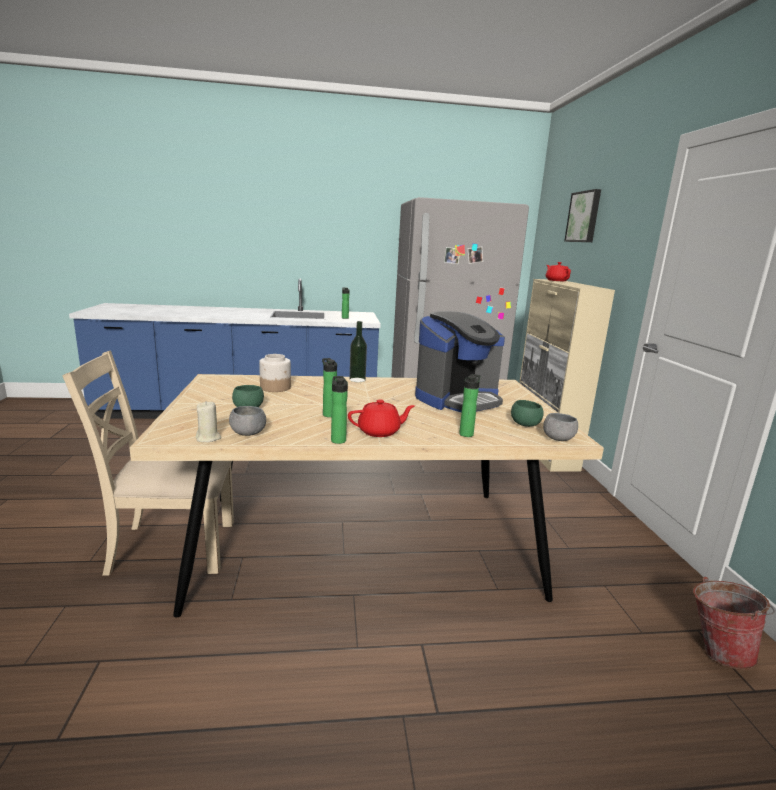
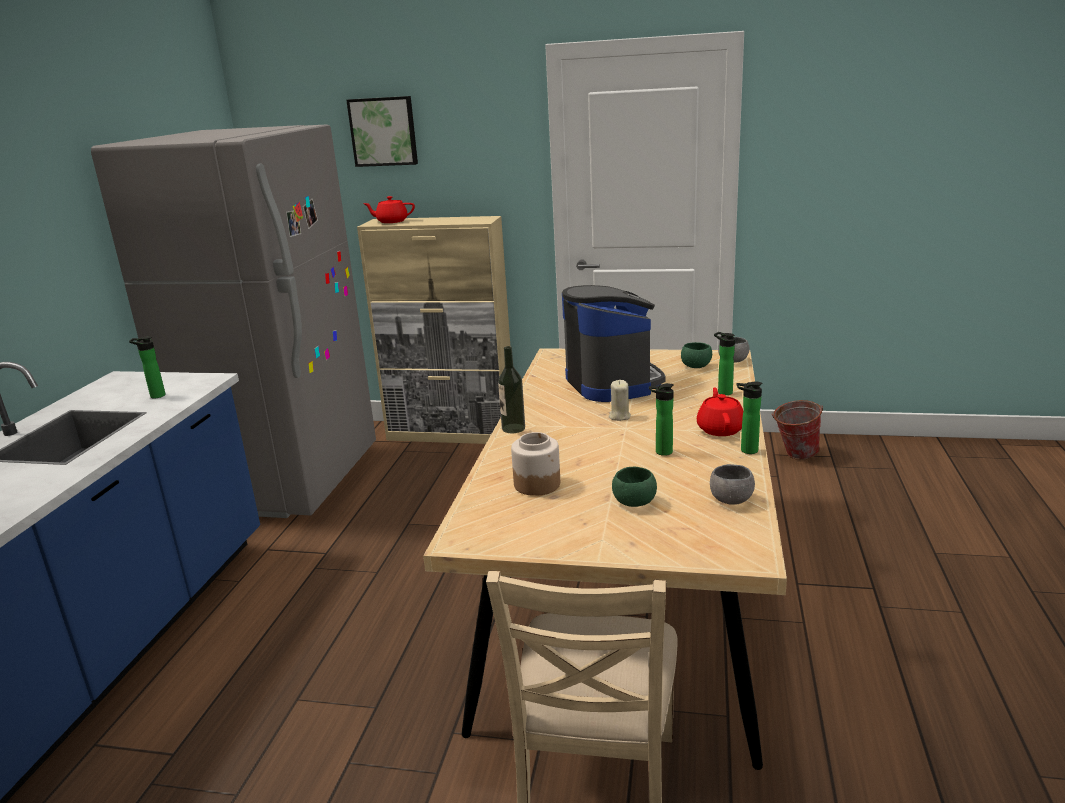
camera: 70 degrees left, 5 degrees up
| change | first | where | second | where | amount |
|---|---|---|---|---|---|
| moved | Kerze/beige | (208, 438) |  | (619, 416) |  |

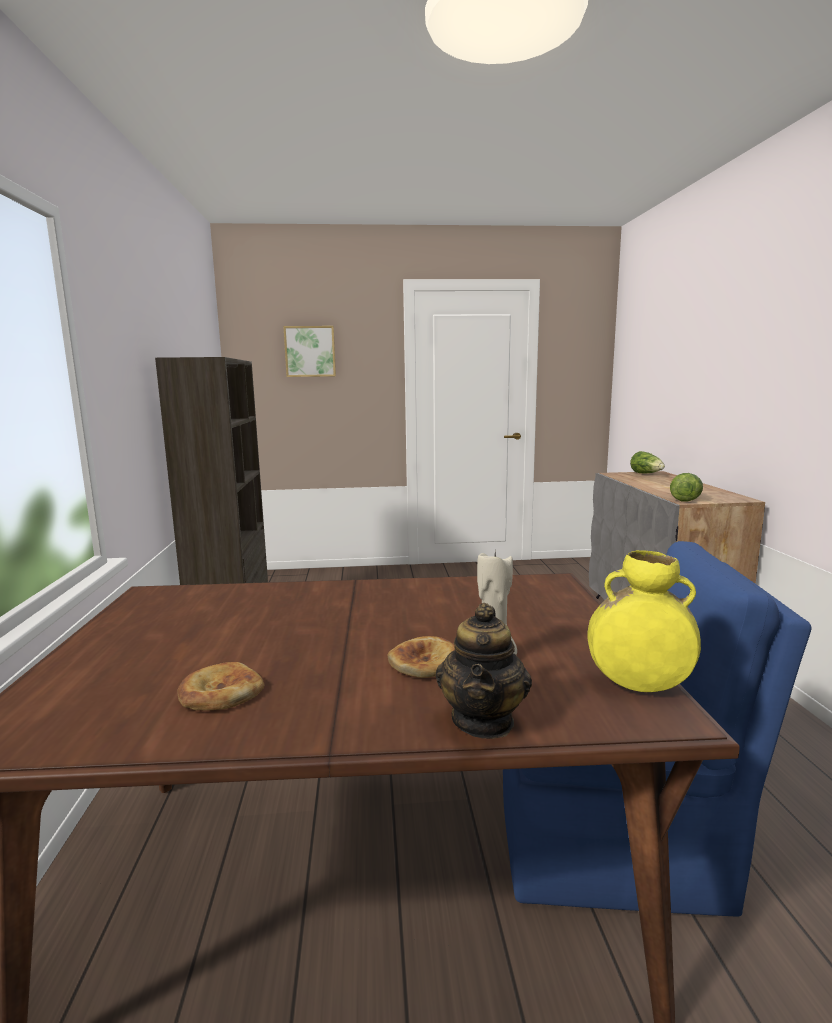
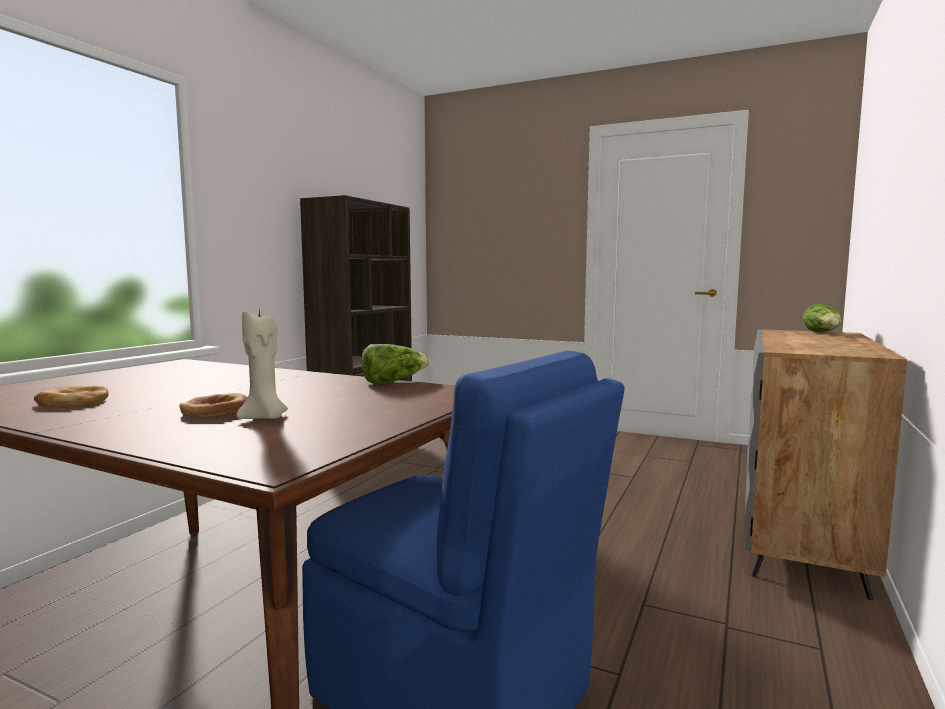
camera: 30 degrees right, 5 degrees down
| change | first | where | second | where | amount |
|---|---|---|---|---|---|
| removed | Bild | (310, 351) |  |  |  |
| moved | Salatkopf | (685, 498) |  | (393, 382) |  |
| removed | Vase/gelb | (638, 686) |  |  |  |
| removed | Teekanne | (483, 720) |  |  |  |

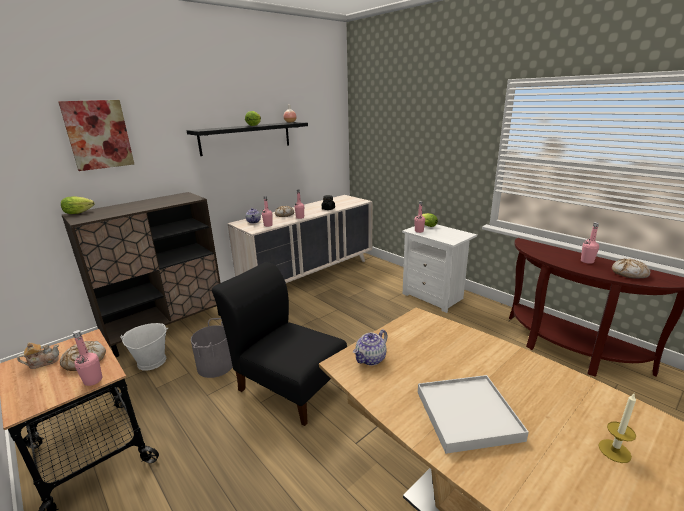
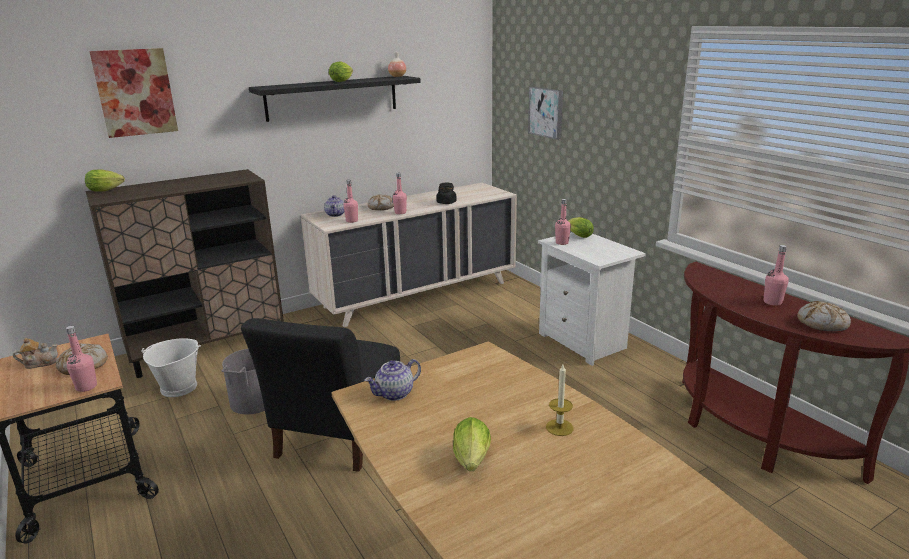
camera: 10 degrees right, 0 degrees up
| change | first | where | second | where | amount |
|---|---|---|---|---|---|
| turned | Stuhl/schwarz | (288, 385) |  | (337, 434) | 120 degrees counterclockwise |
| replaced | Tablett/weiß | (467, 415) | Salatkopf | (471, 462) |  |
| moved | Kerze | (614, 451) |  | (559, 427) |  |
| added |  |  | Bild | (546, 112) |  |

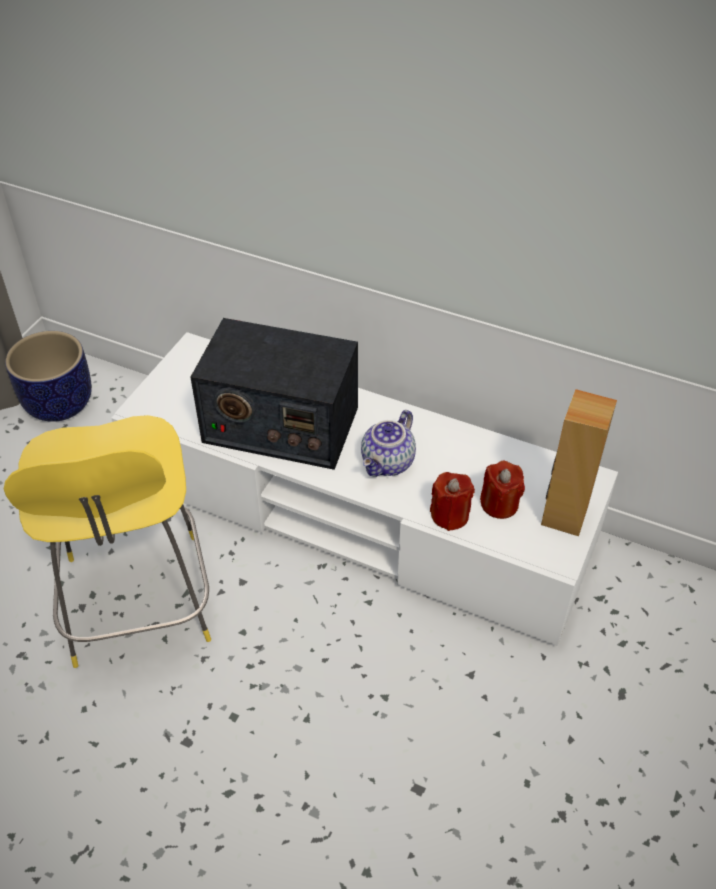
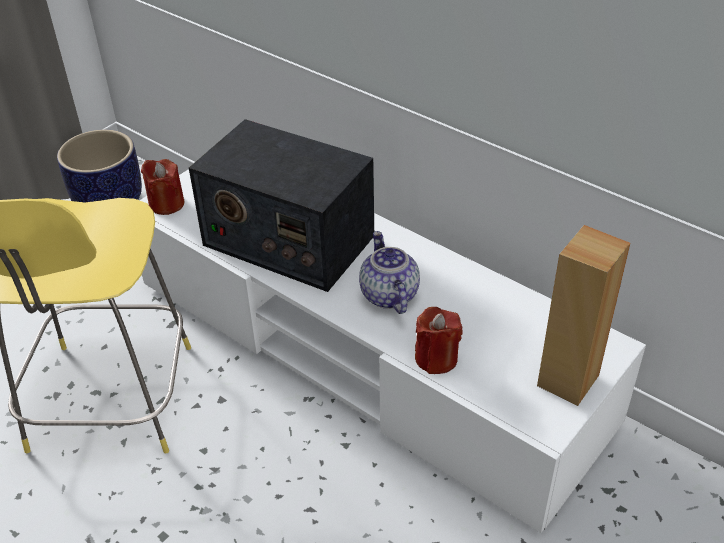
camera: 15 degrees right, 5 degrees down
| change | first | where | second | where | amount |
|---|---|---|---|---|---|
| turned | Teekanne | (388, 463) |  | (387, 295) | 120 degrees clockwise |
| moved | Kerze/rot | (499, 504) |  | (166, 204) |  |

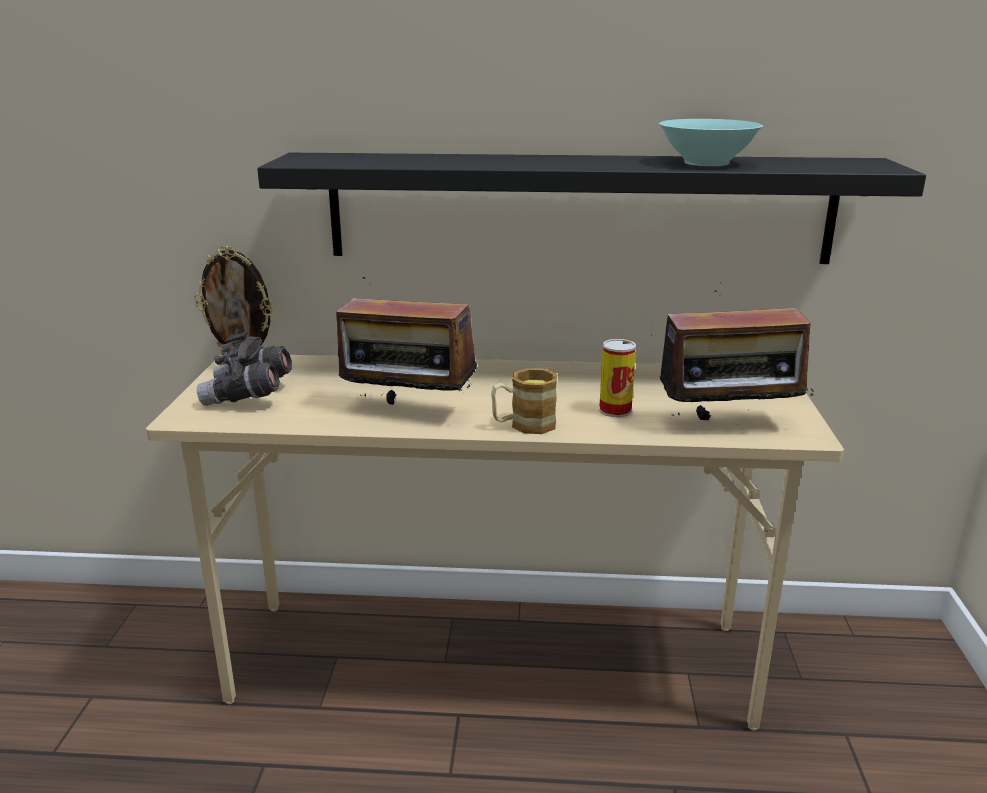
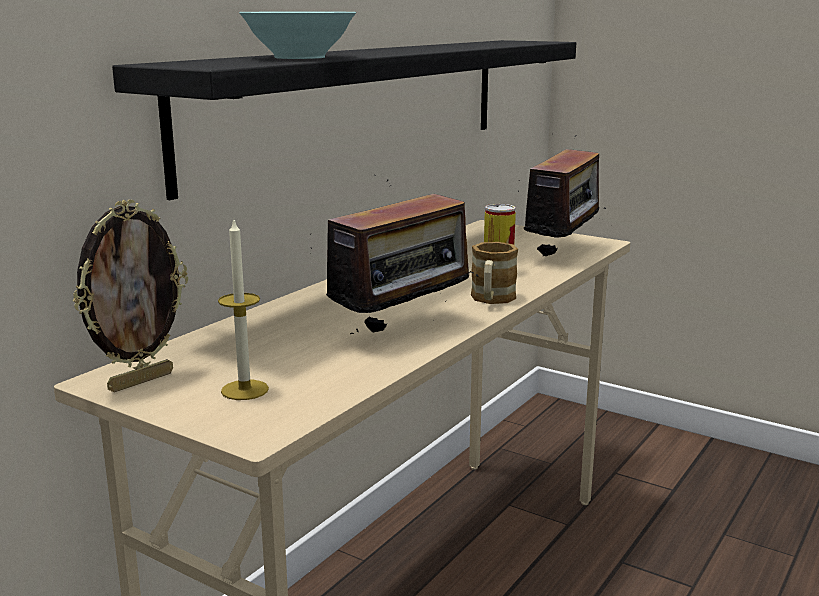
camera: 60 degrees left, 5 degrees down
| change | first | where | second | where | amount |
|---|---|---|---|---|---|
| moved | Schüssel/türkis | (706, 163) |  | (300, 57) |  |
| replaced | Fernglas/grau | (248, 397) | Kerze | (245, 390) |  |

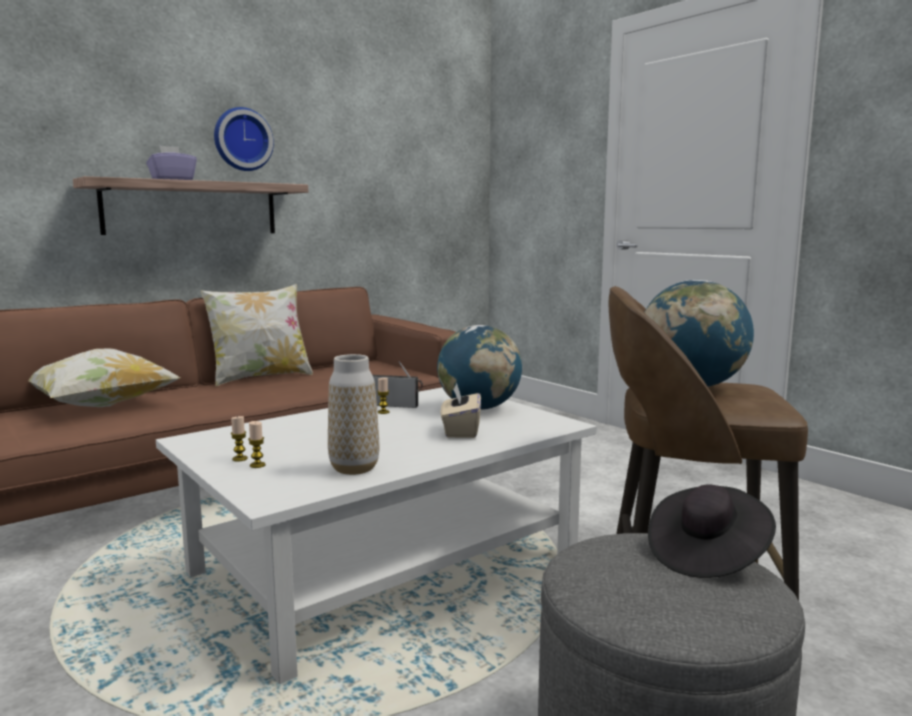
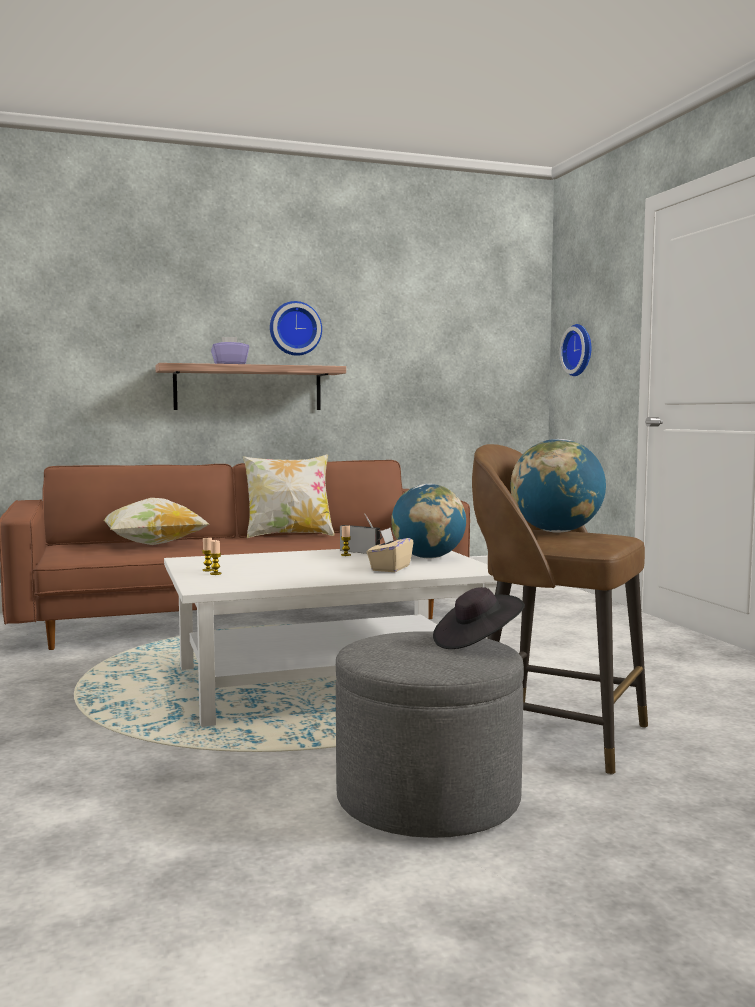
camera: 20 degrees right, 5 degrees down
| change | first | where | second | where | amount |
|---|---|---|---|---|---|
| removed | Vase | (354, 468) |  |  |  |
| added |  |  | Wanduhr | (579, 350) |  |

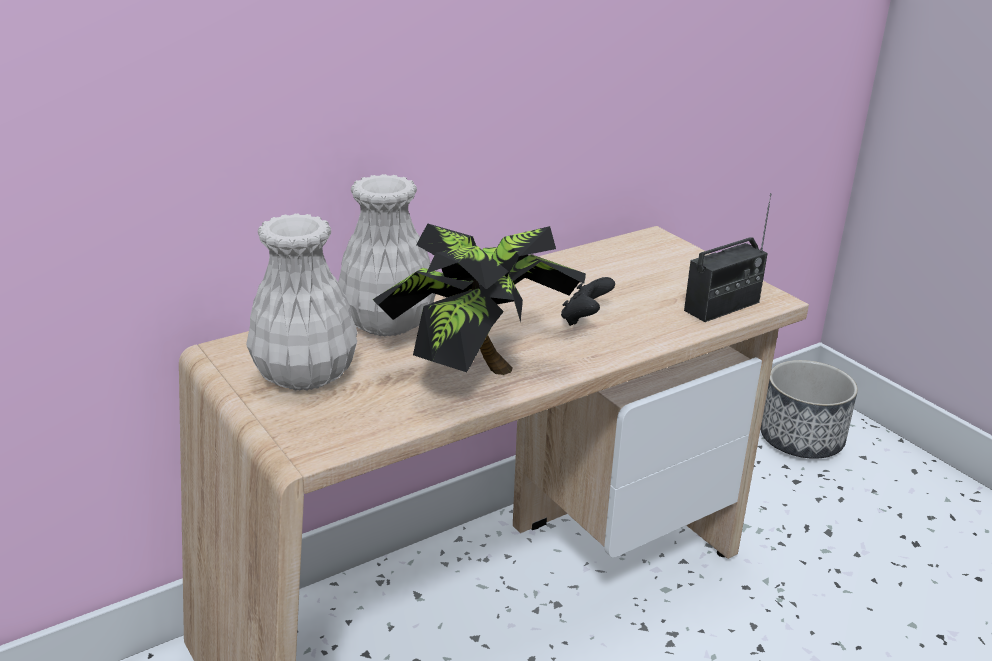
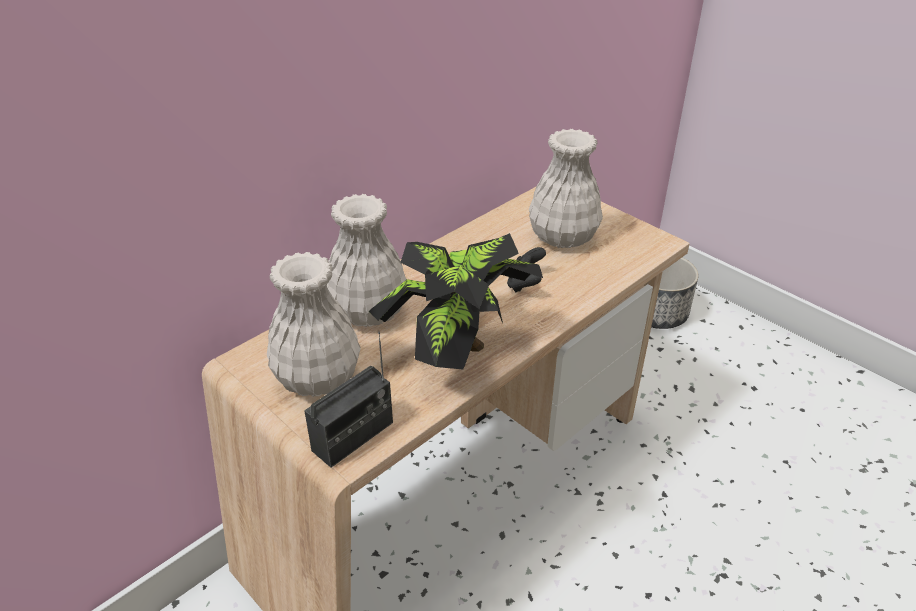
camera: 10 degrees left, 10 degrees up
| change | first | where | second | where | amount |
|---|---|---|---|---|---|
| moved | Radio | (722, 307) |  | (353, 437) |  |
| added |  |  | Vase/weiß | (563, 237) |  |

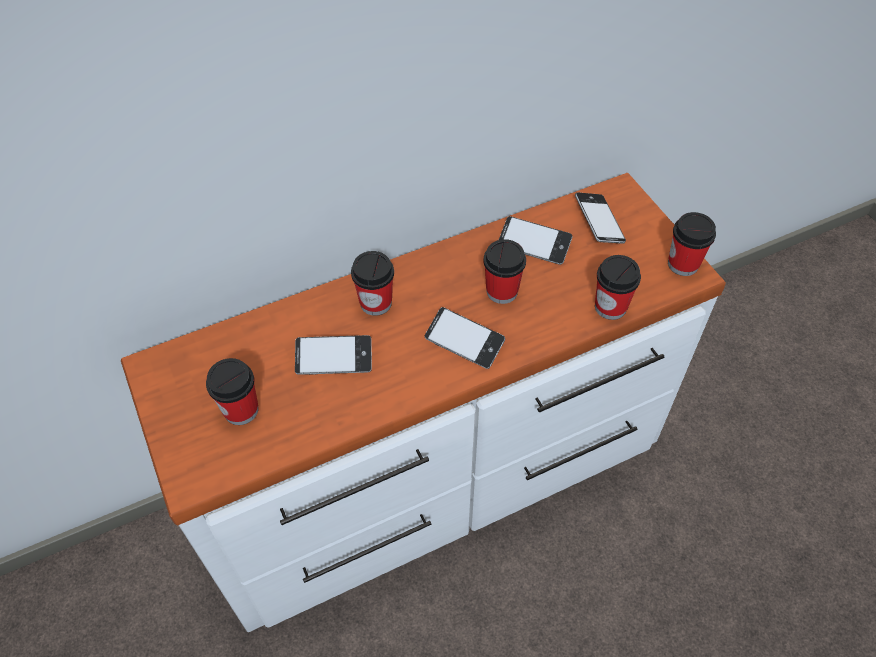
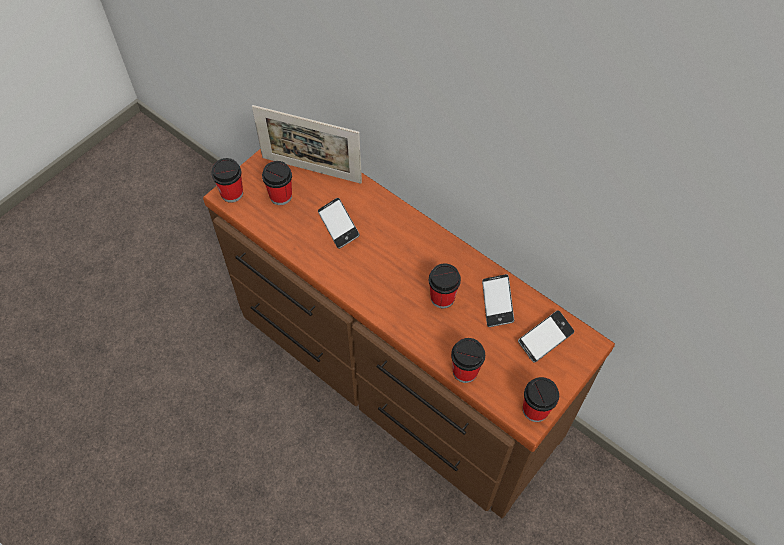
camera: 65 degrees right, 5 degrees up
| change | first | where | second | where | amount |
|---|---|---|---|---|---|
| recoloured | Kommode/weiß | (438, 477) | Kommode/braun | (393, 372) |  |
| moved | Tasse | (376, 303) |  | (232, 193) |  |
| removed | Handy | (464, 341) |  |  |  |
| added |  |  | Bilderrahmen | (311, 170) |  |

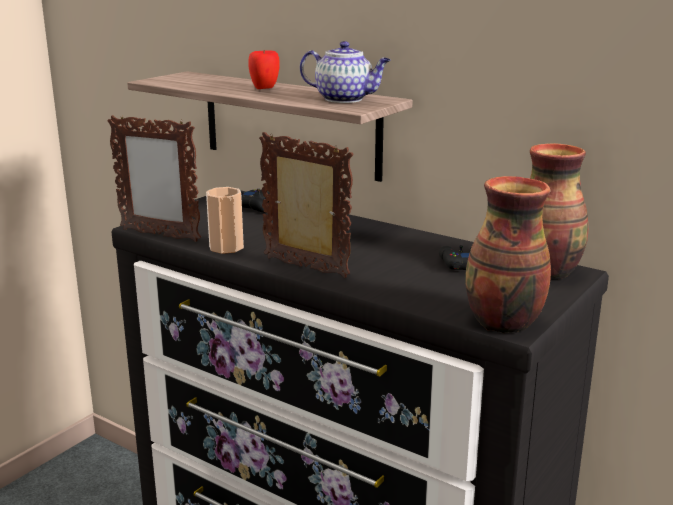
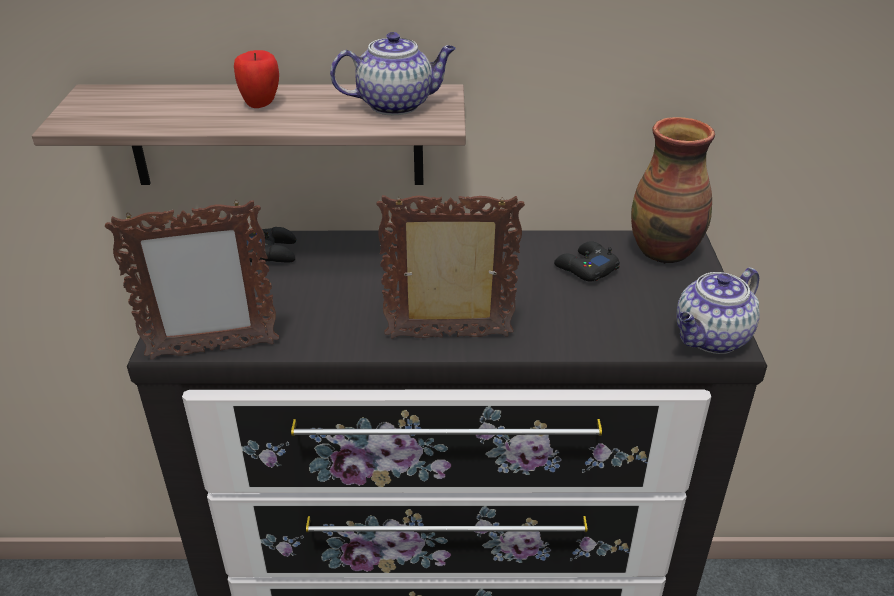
camera: 35 degrees left, 15 degrees up
| change | first | where | second | where | amount |
|---|---|---|---|---|---|
| replaced | Vase | (502, 323) | Teekanne | (711, 339) |  |
| removed | Tasse | (226, 247) |  |  |  |

